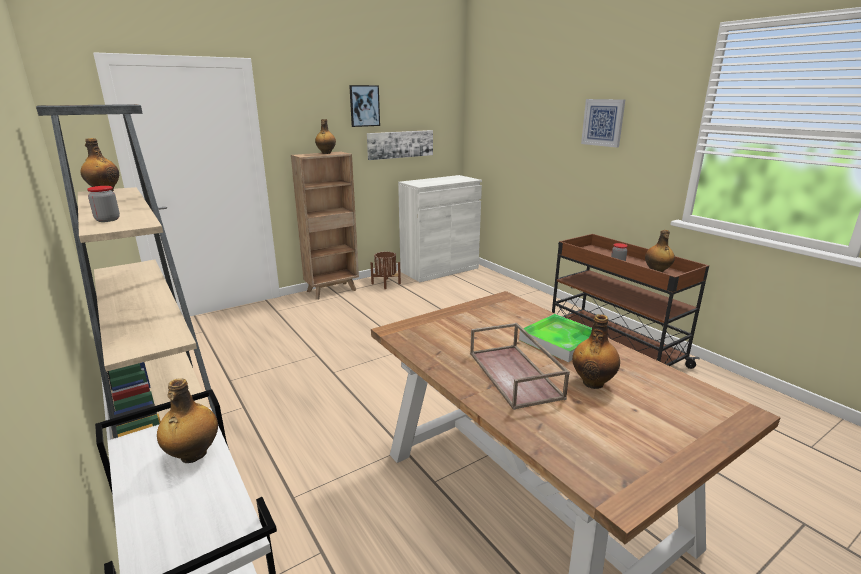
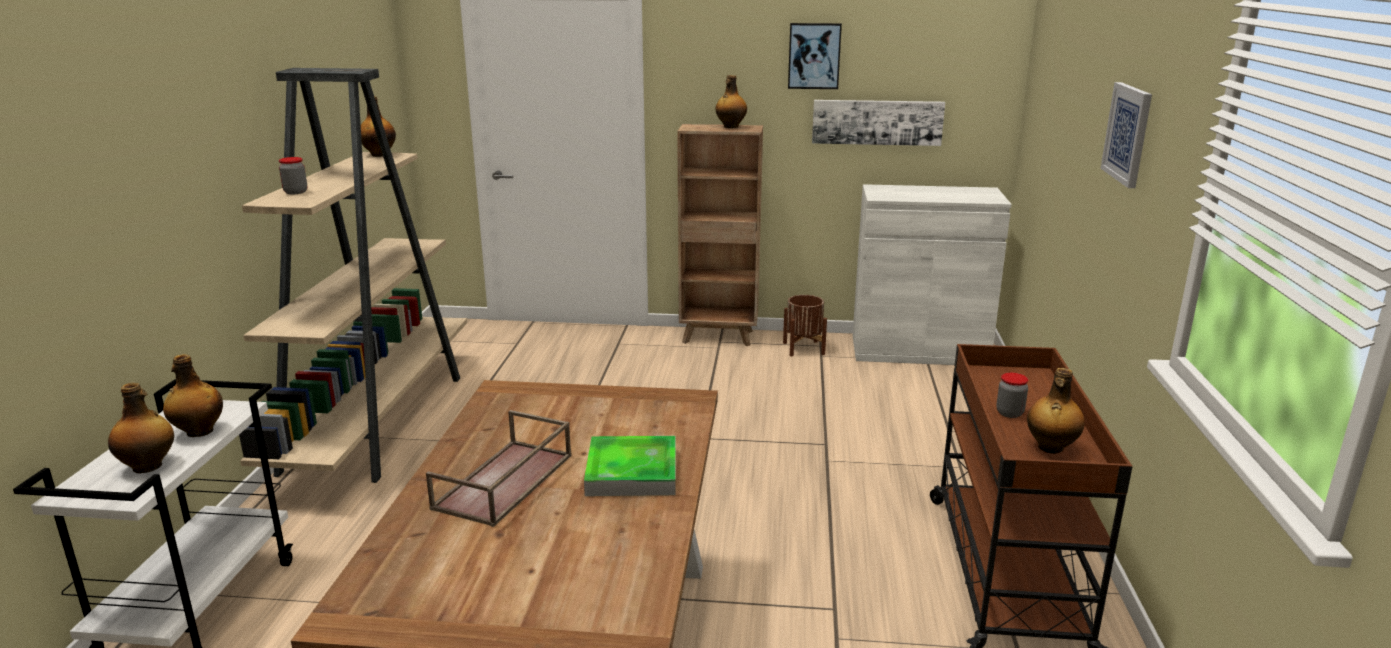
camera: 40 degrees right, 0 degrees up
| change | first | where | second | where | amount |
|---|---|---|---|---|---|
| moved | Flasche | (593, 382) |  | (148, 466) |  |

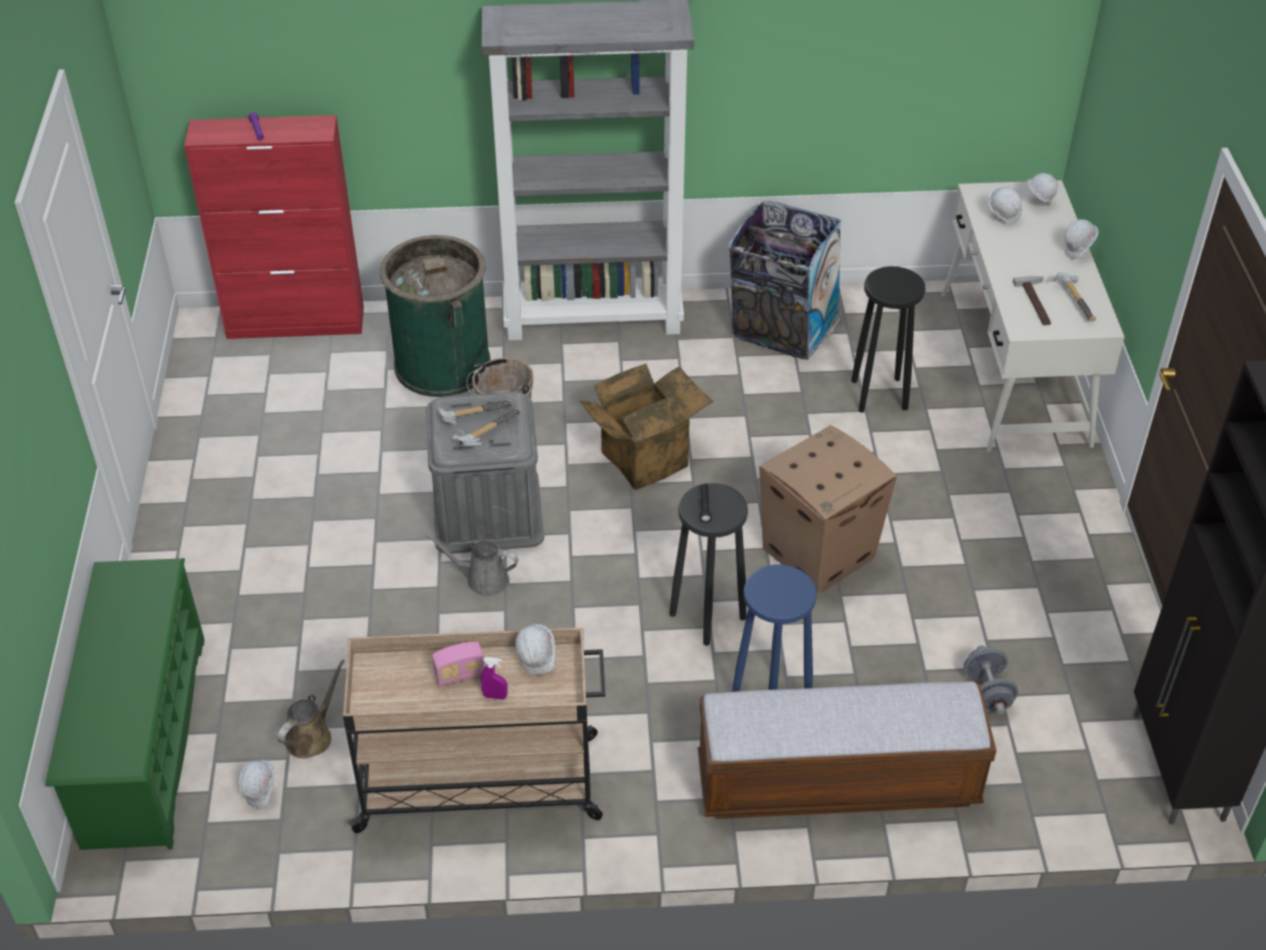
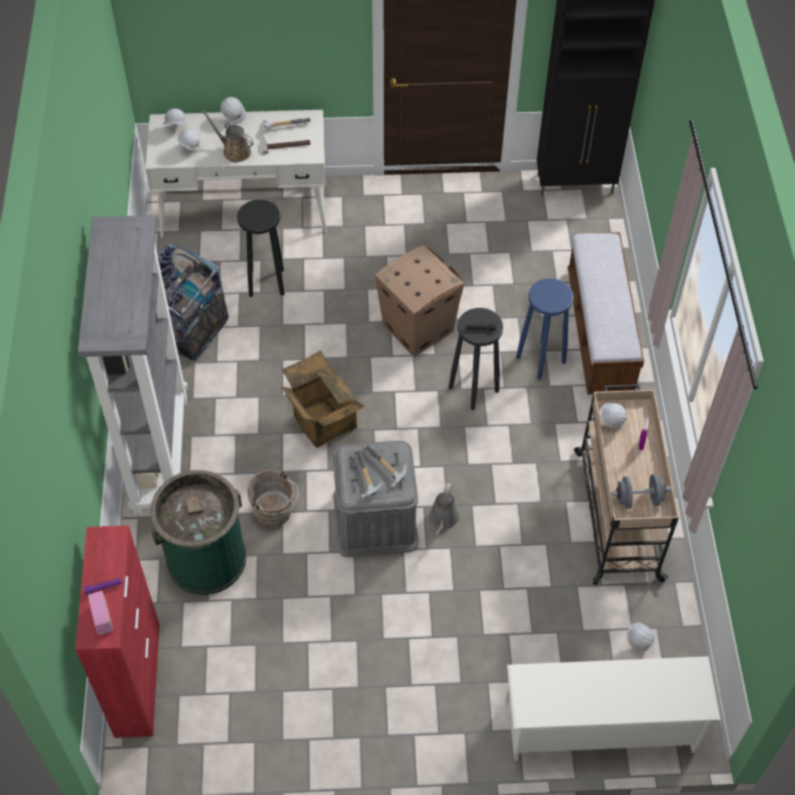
camera: 90 degrees left, 10 degrees up
| change | first | where | second | where | amount |
|---|---|---|---|---|---|
| recoloured | Schuhregal/grün | (144, 740) | Schuhregal/weiß | (600, 726) |  |
| moved | Radio | (460, 675) |  | (102, 618) |  |
| moved | Hantel/grau | (987, 692) |  | (638, 499) |  |
| moved | Gießkanne/braun | (311, 736) |  | (234, 151) |  |

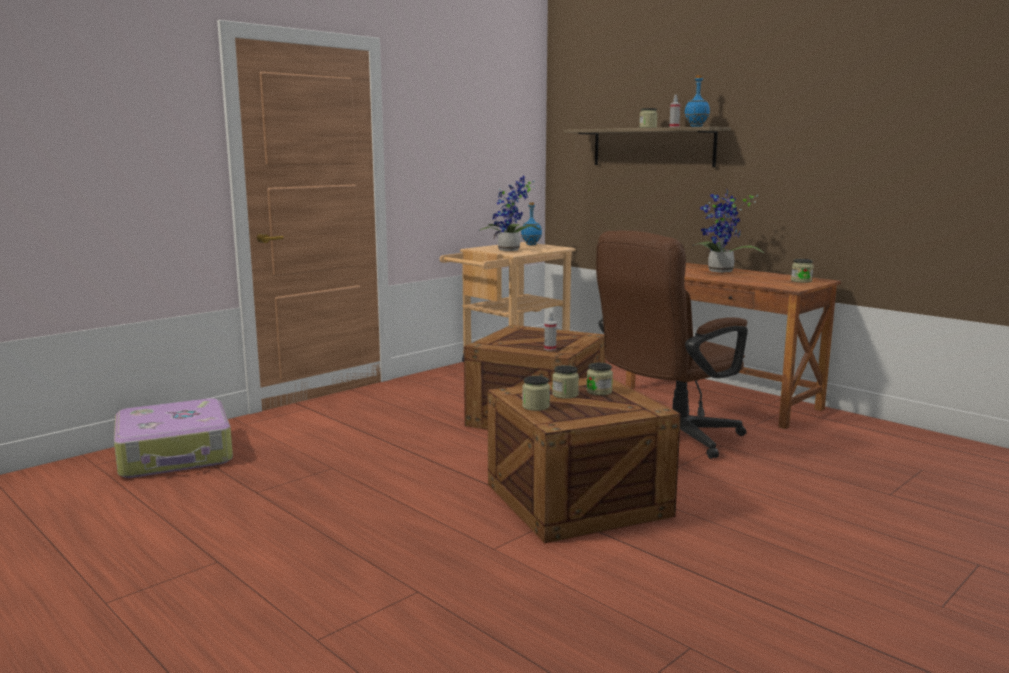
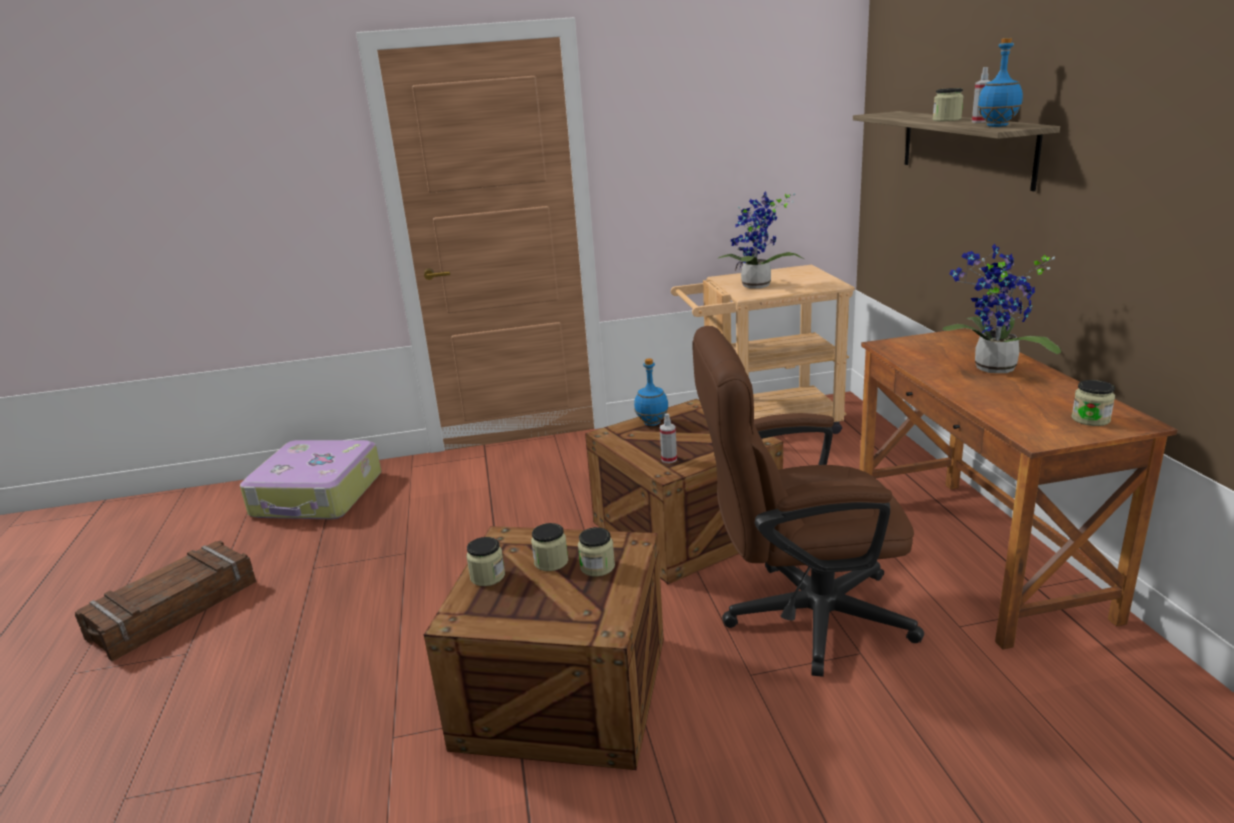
camera: 35 degrees right, 10 degrees up
| change | first | where | second | where | amount |
|---|---|---|---|---|---|
| moved | Flasche/blau | (531, 244) |  | (652, 423) |  |
| added |  |  | Kiste | (173, 610) |  |

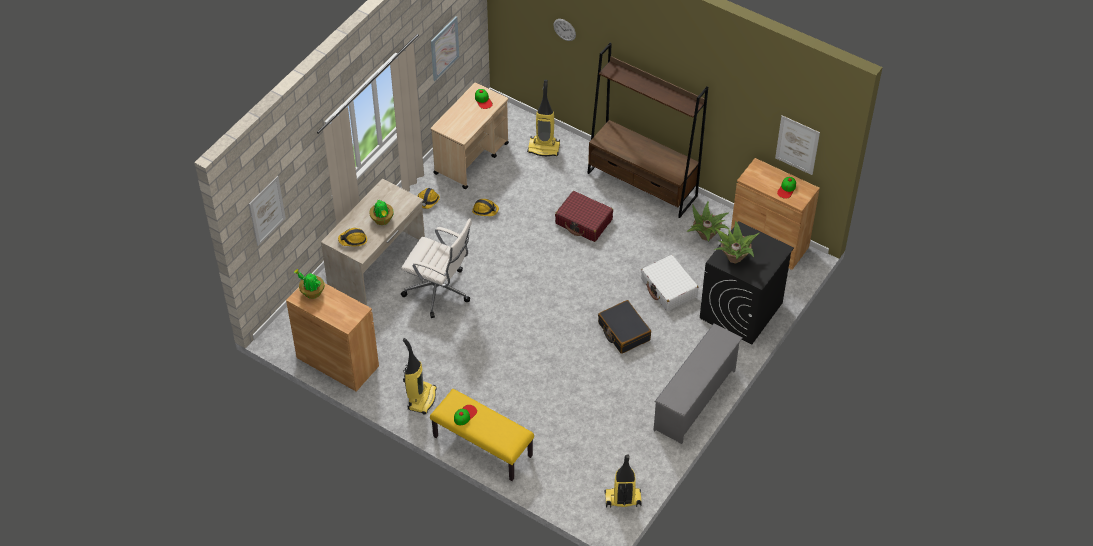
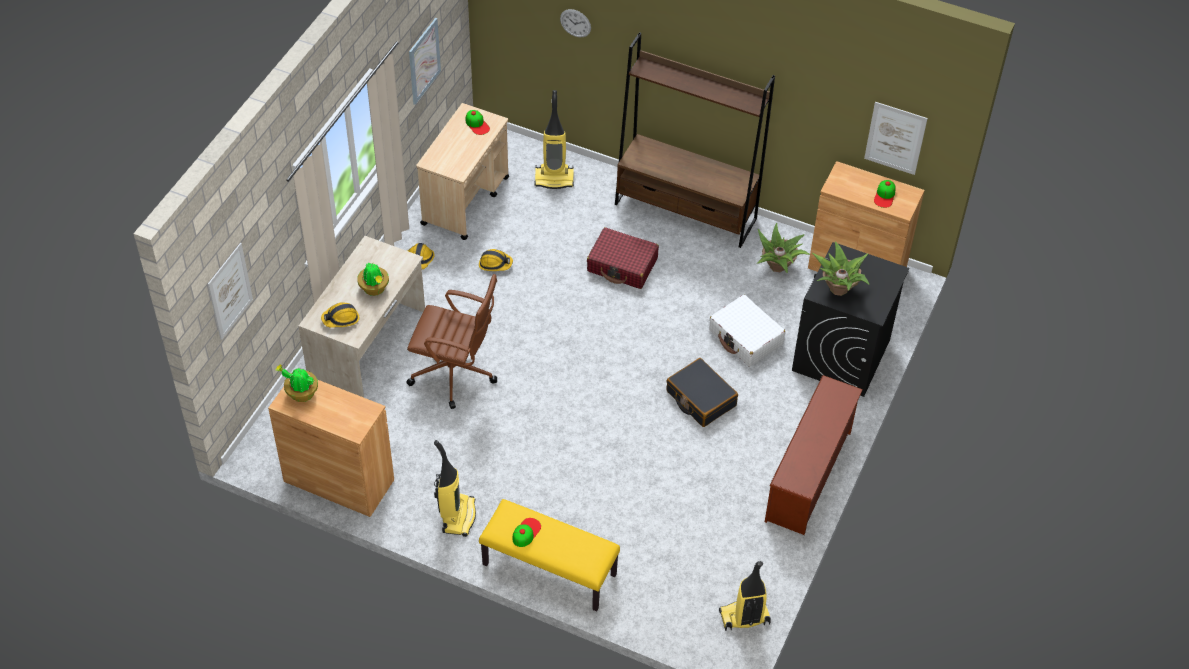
camera: 10 degrees left, 0 degrees up
| change | first | where | second | where | amount |
|---|---|---|---|---|---|
| recoloured | Bürostuhl/weiß | (439, 291) | Bürostuhl/braun | (455, 373) |  |
| recoloured | Schuhregal/grau | (696, 400) | Schuhregal/braun | (809, 476) |  |

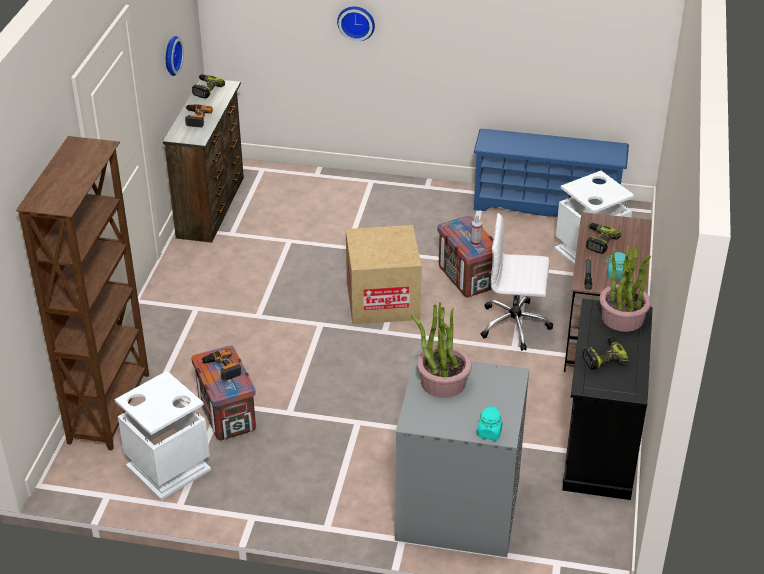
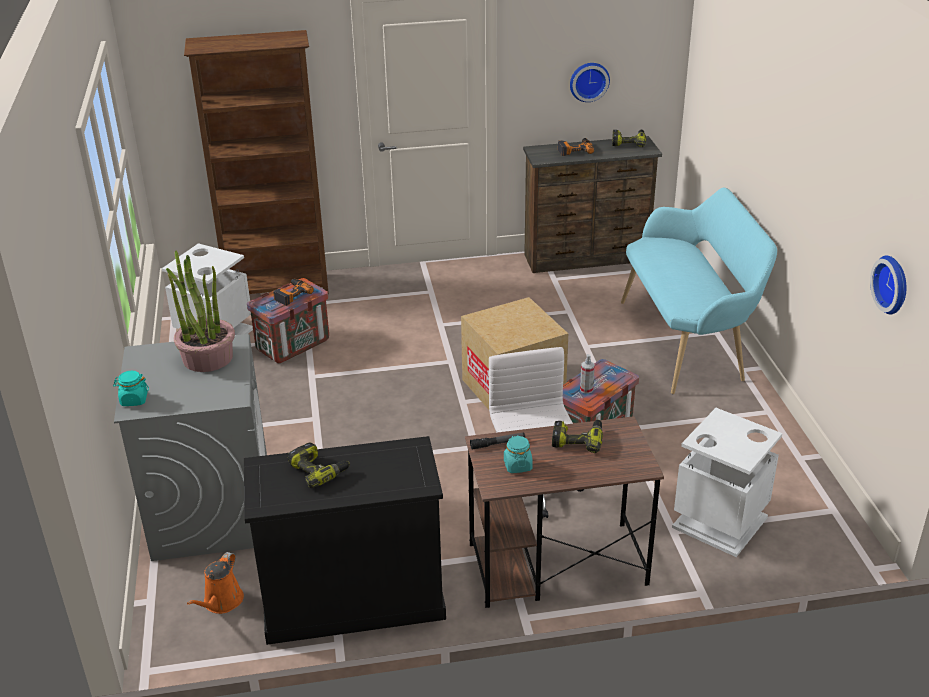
camera: 70 degrees right, 5 degrees down
| change | first | where | second | where | amount |
|---|---|---|---|---|---|
| moved | Wanduhr | (356, 22) |  | (893, 284) |  |
| removed | Schuhregal/blau | (546, 205) |  |  |  |
| removed | Topfpflanze | (622, 318) |  |  |  |
| added |  |  | Bank/türkis | (688, 341) |  |
| added |  |  | Gießkanne/orange | (221, 602) |  |

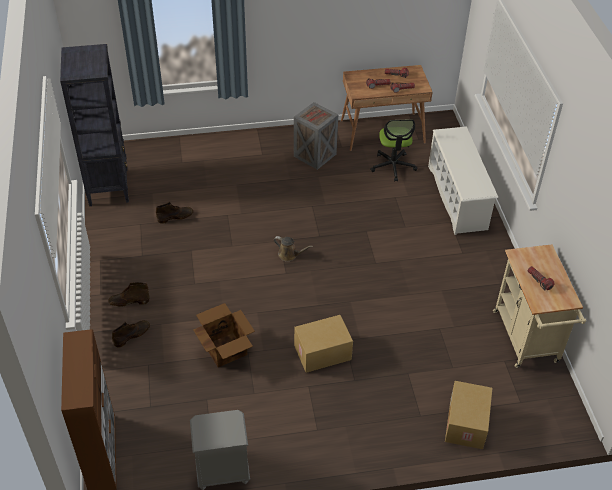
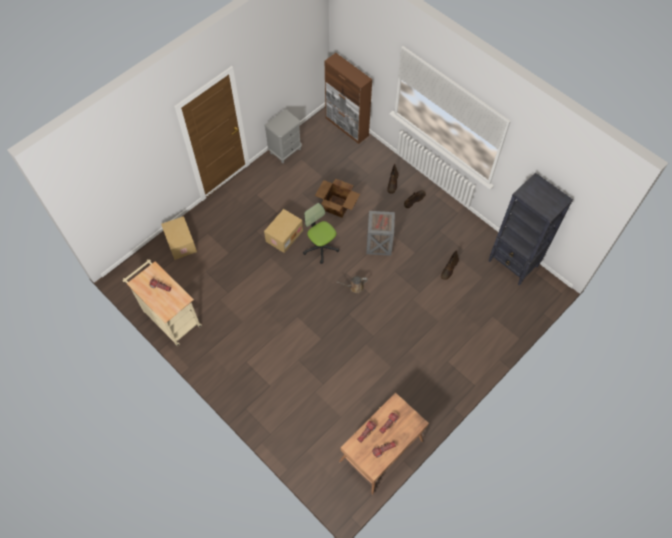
camera: 145 degrees right, 15 degrees up
| change | first | where | second | where | amount |
|---|---|---|---|---|---|
| moved | Kiste | (316, 155) |  | (378, 244) |  |
| moved | Bürostuhl | (393, 166) |  | (321, 247) |  |
| removed | Schuhregal/weiß | (457, 197) |  |  |  |

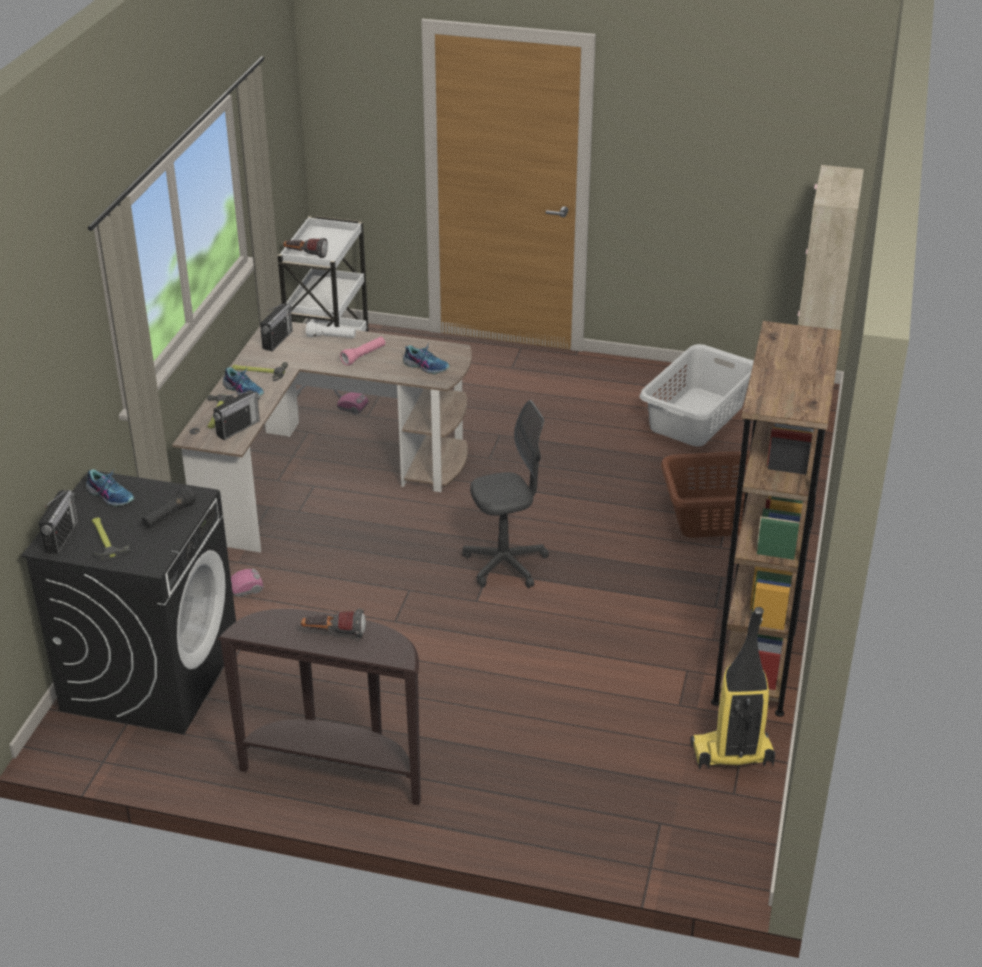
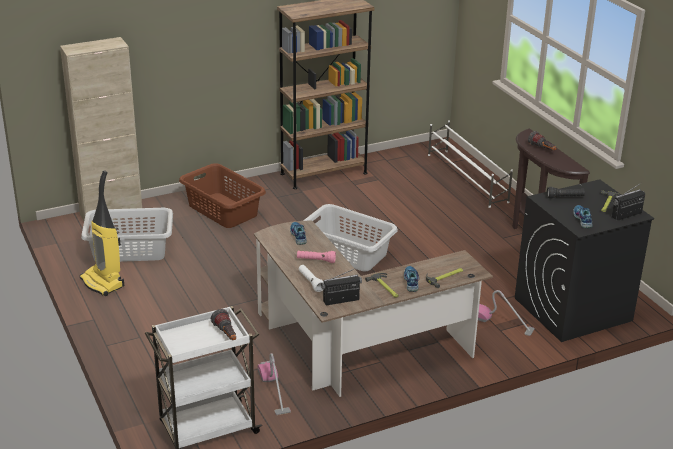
camera: 130 degrees left, 5 degrees down
| change | first | where | second | where | amount |
|---|---|---|---|---|---|
| removed | Radio | (238, 428) |  |  |  |
| replaced | Bürostuhl/grau | (505, 564) | Wäschekorb/grau | (348, 252) |  |
| moved | Staubsauger | (731, 755) |  | (103, 283) |  |
| added |  |  | Schuhregal/weiß | (467, 178) |  |

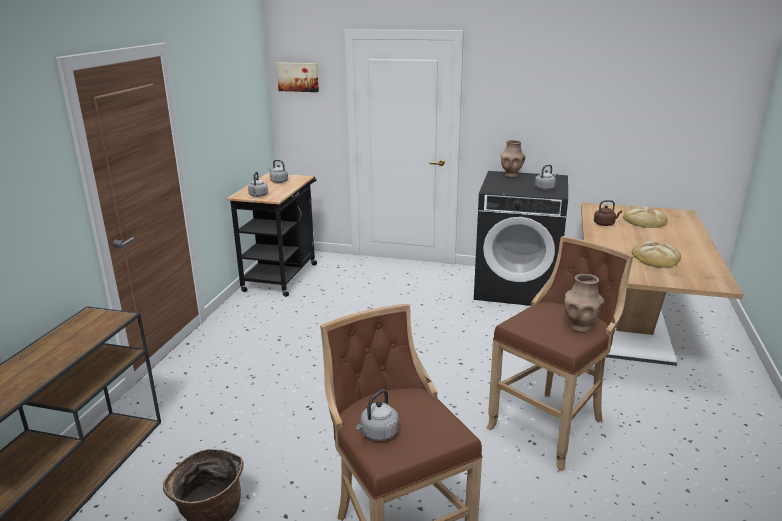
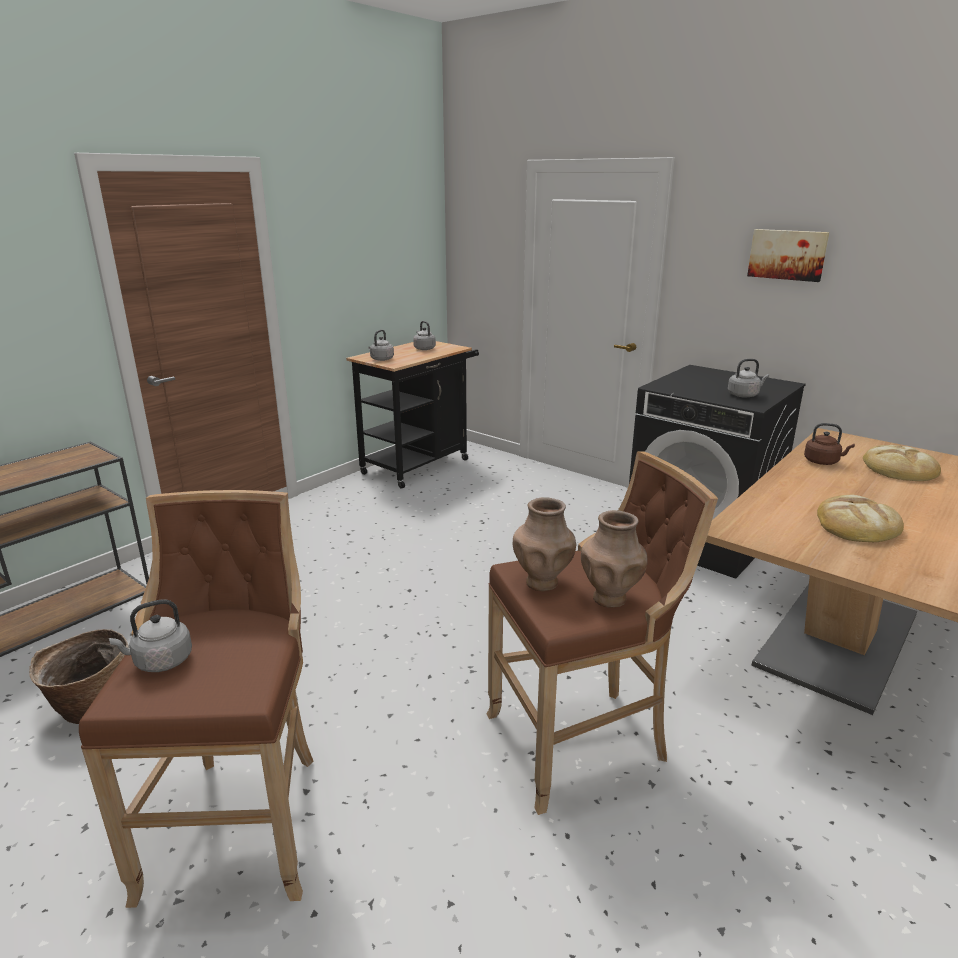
camera: 25 degrees right, 0 degrees up
| change | first | where | second | where | amount |
|---|---|---|---|---|---|
| moved | Bild | (298, 77) |  | (787, 254) |  |
| moved | Vase/braun | (511, 176) |  | (542, 582) |  |

